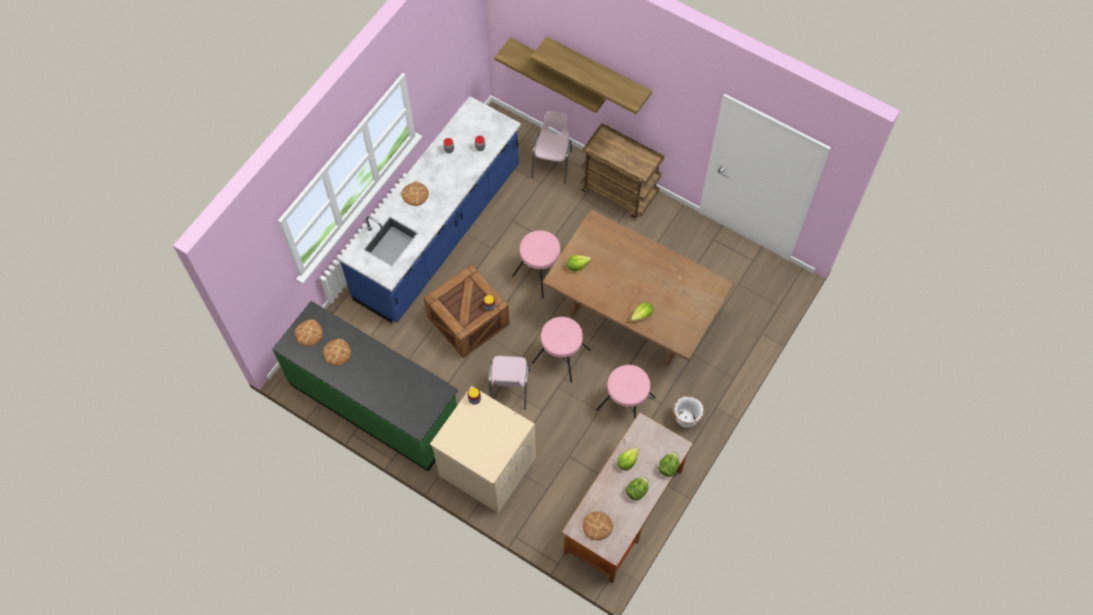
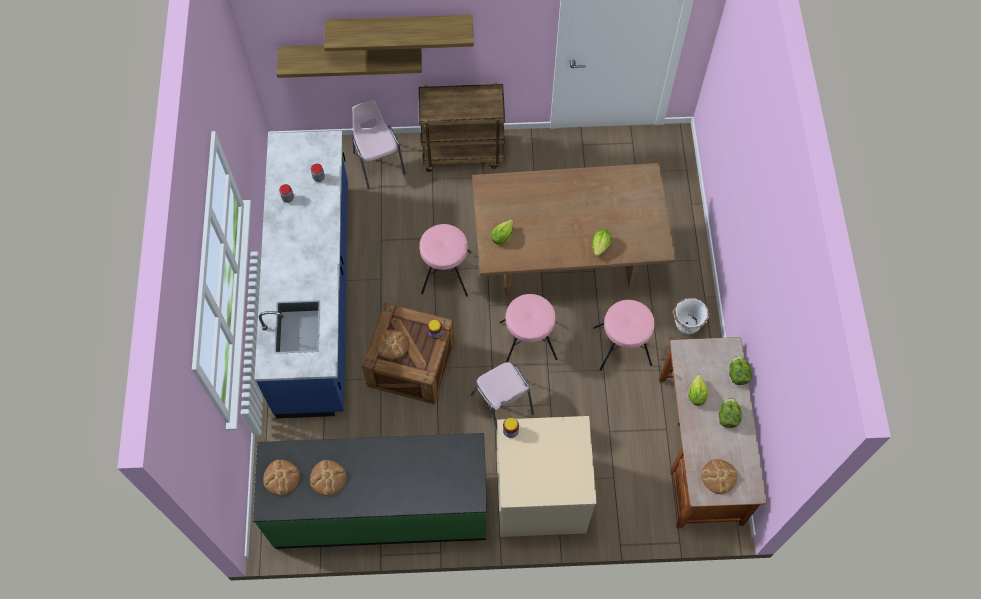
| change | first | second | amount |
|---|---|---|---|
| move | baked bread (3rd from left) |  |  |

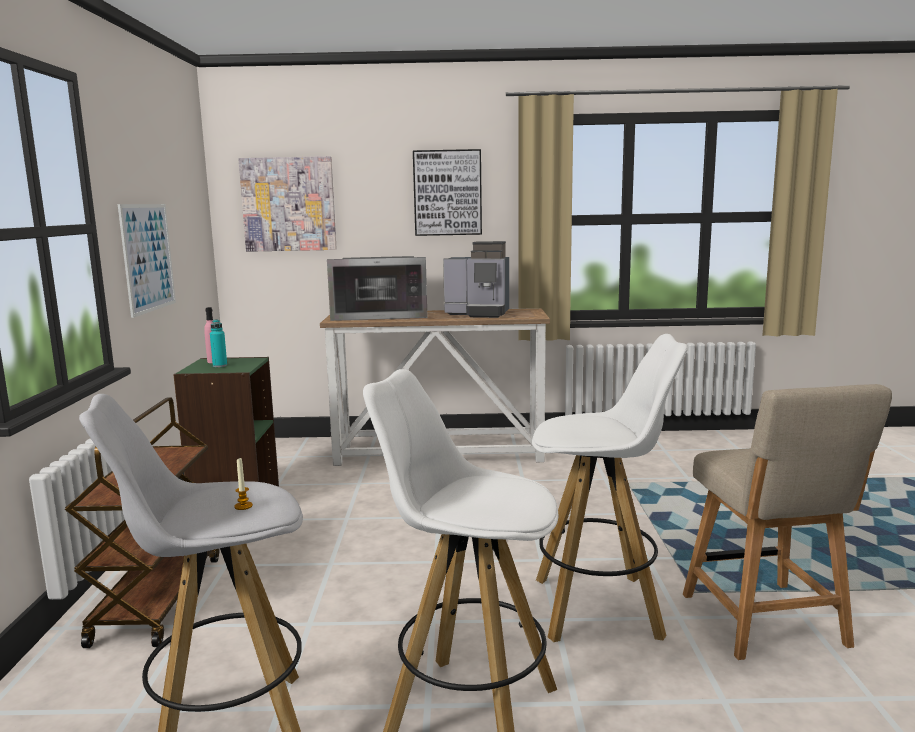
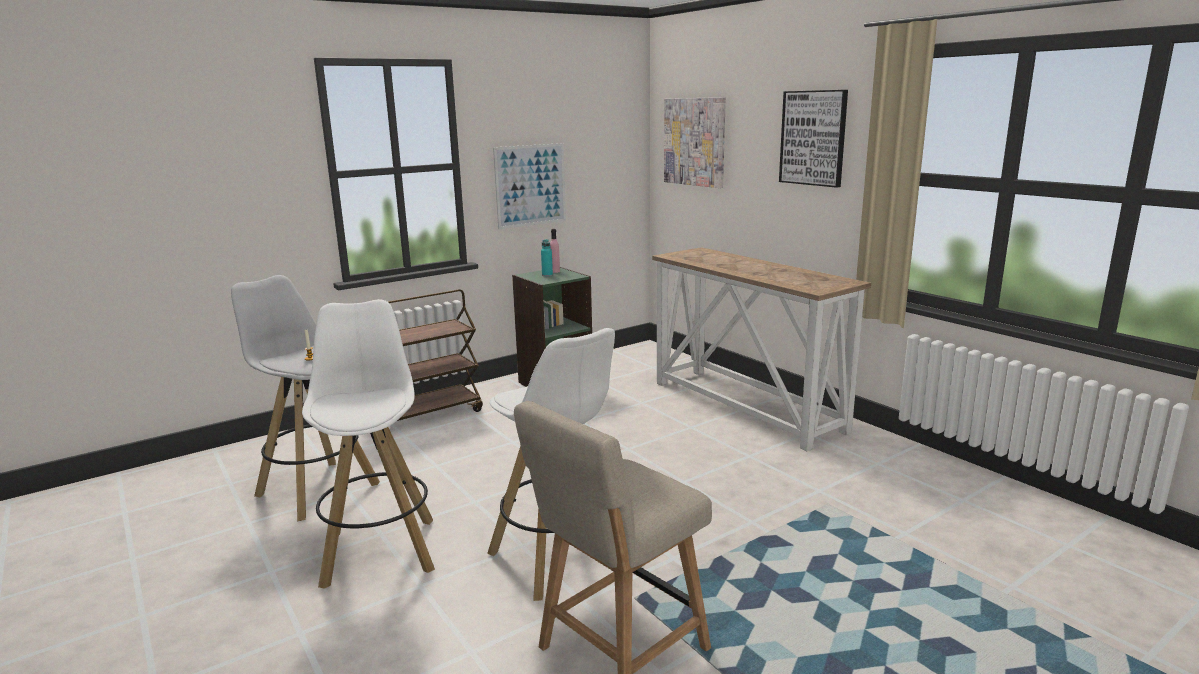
| change | first | second | amount |
|---|---|---|---|
| delete | microwave |  |  |
| delete | coffee machine |  |  |

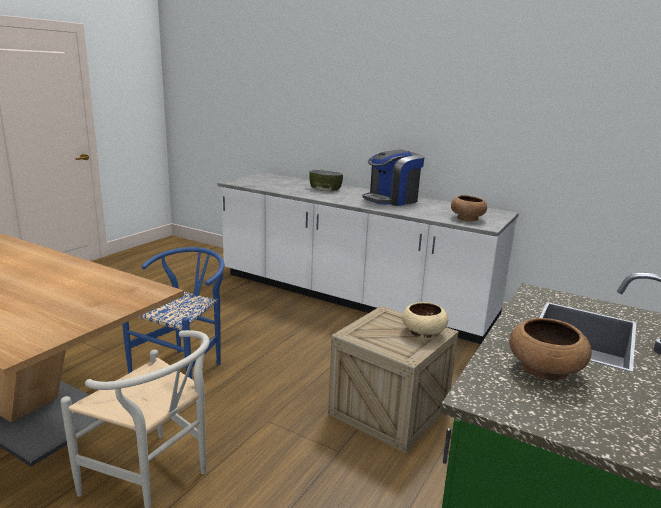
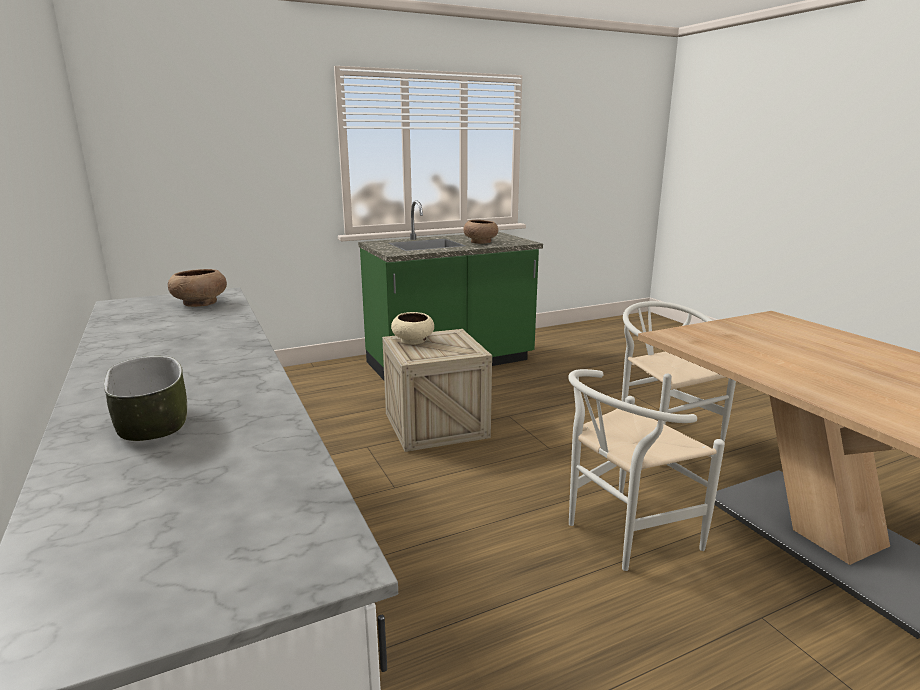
| change | first | second | amount |
|---|---|---|---|
| delete | coffee machine |  |  |
| recolor | chair/blue-coloured | chair/white-coloured (1st from left) |  |

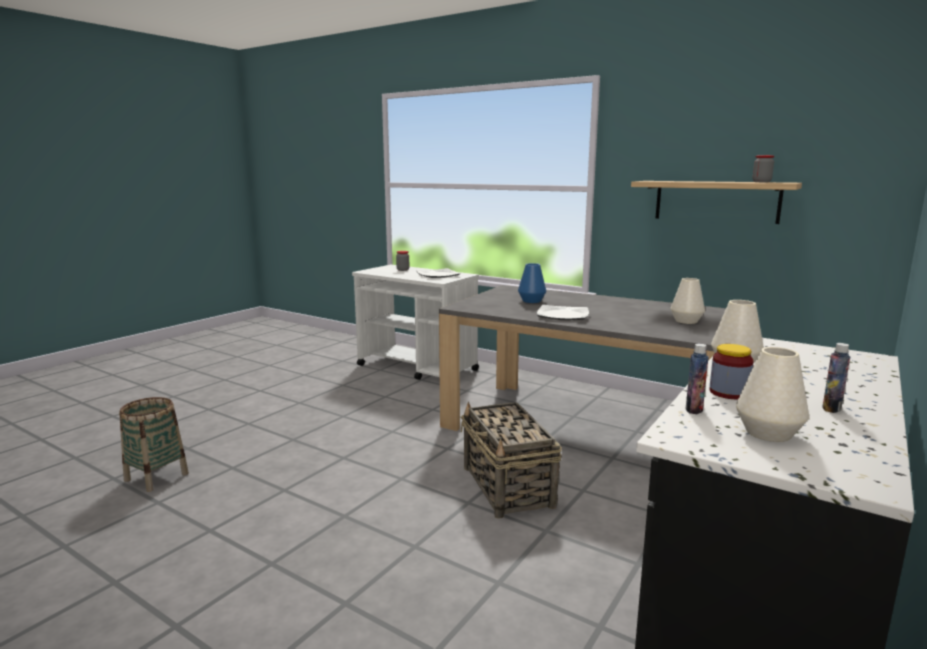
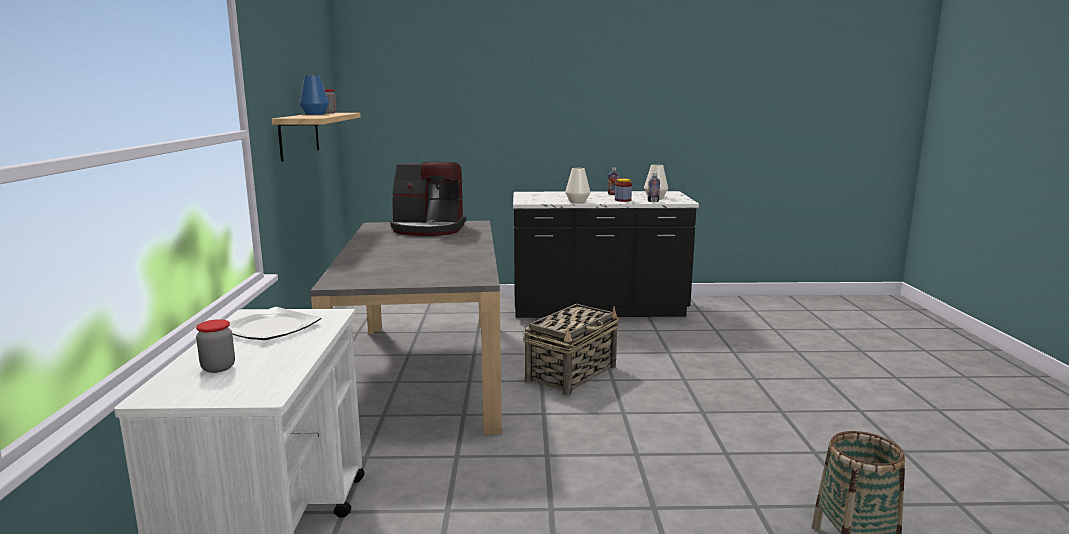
| change | first | second | amount |
|---|---|---|---|
| delete | flat dish (2nd from left) |  |  |
| move | decorative vase/blue-coloured |  |  |
| replace | decorative vase/white-coloured (1st from left) | coffee machine |  |

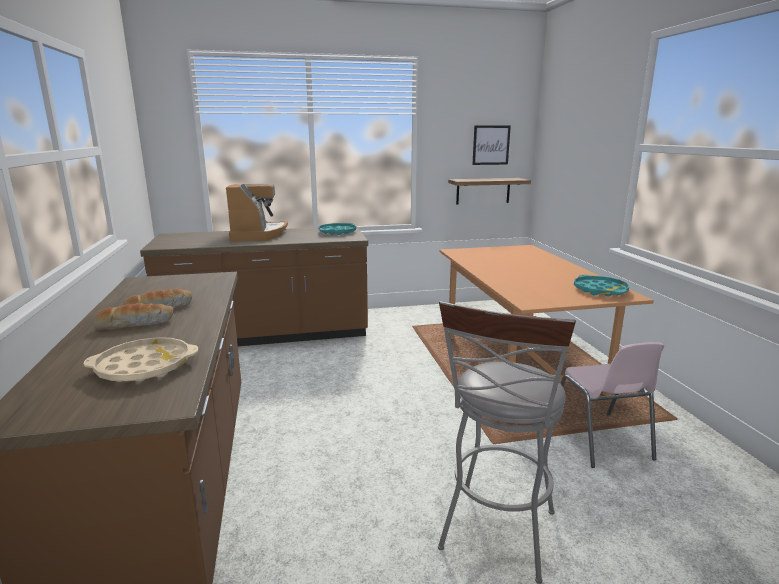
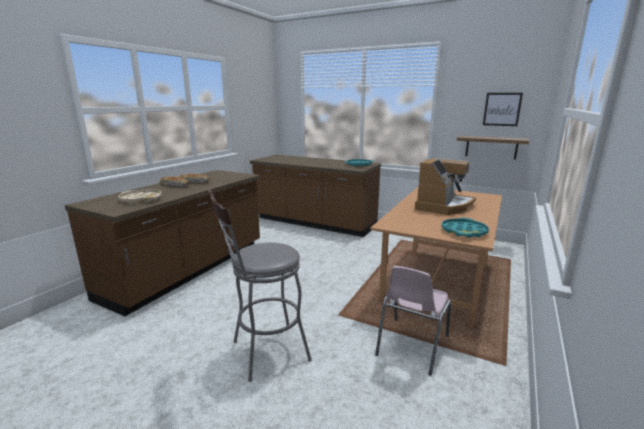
| change | first | second | amount |
|---|---|---|---|
| move | coffee machine |  |  |

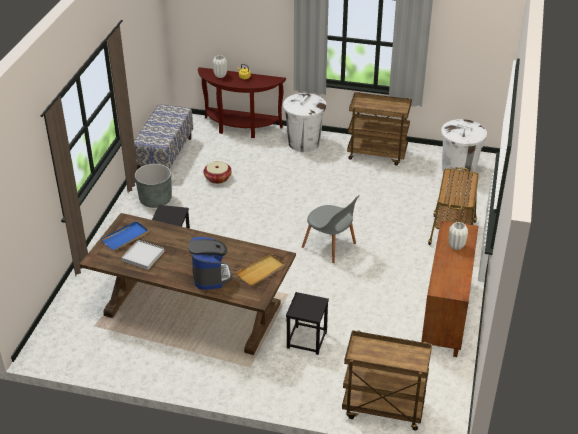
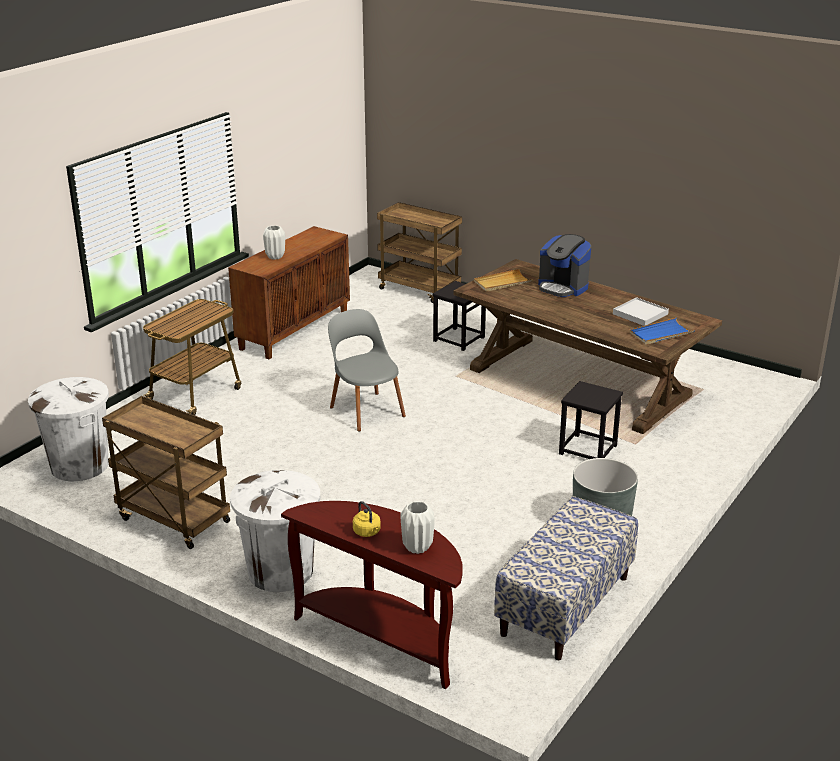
| change | first | second | amount |
|---|---|---|---|
| delete | household basket |  |  |
| rotate | coffee machine |  | 60 degrees counterclockwise |

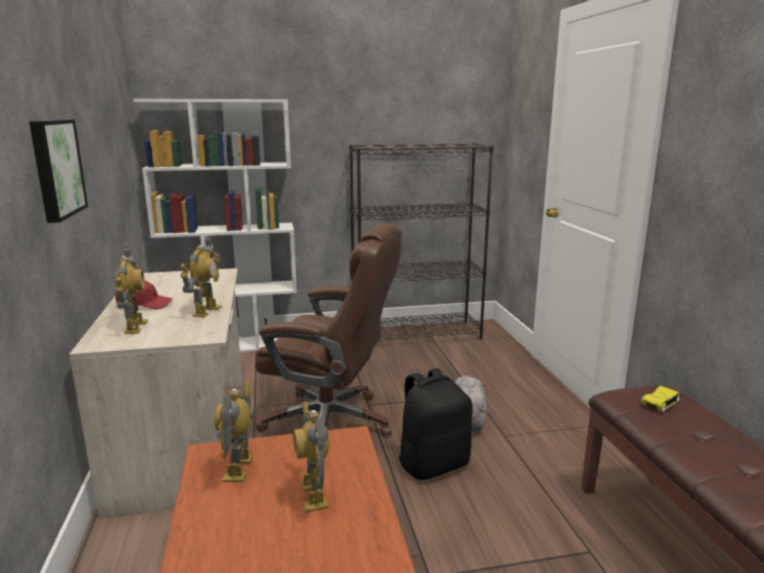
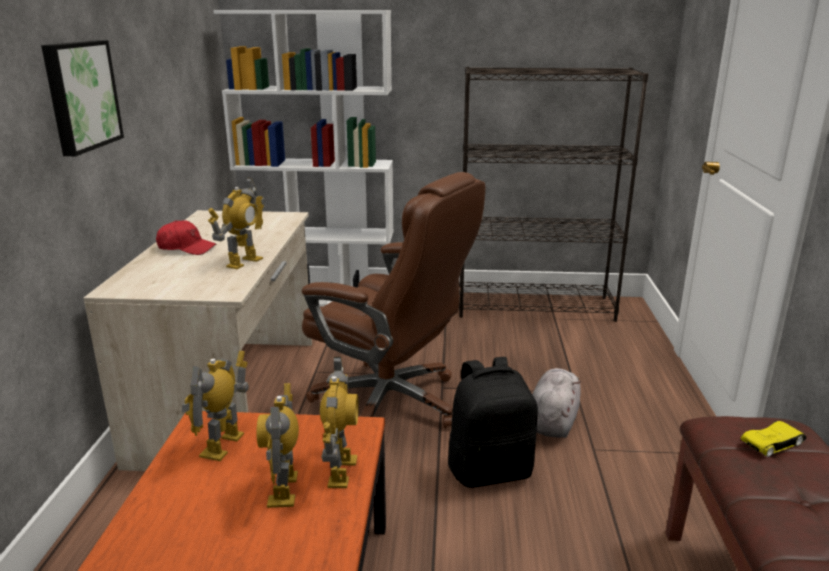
| change | first | second | amount |
|---|---|---|---|
| move | toy robot (1st from left in the first image) | toy robot (4th from left) |  |

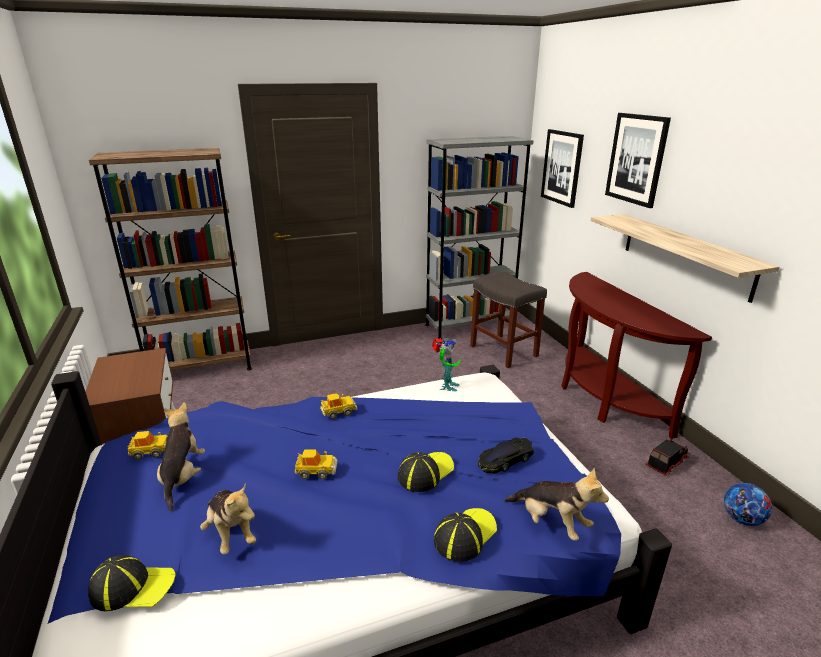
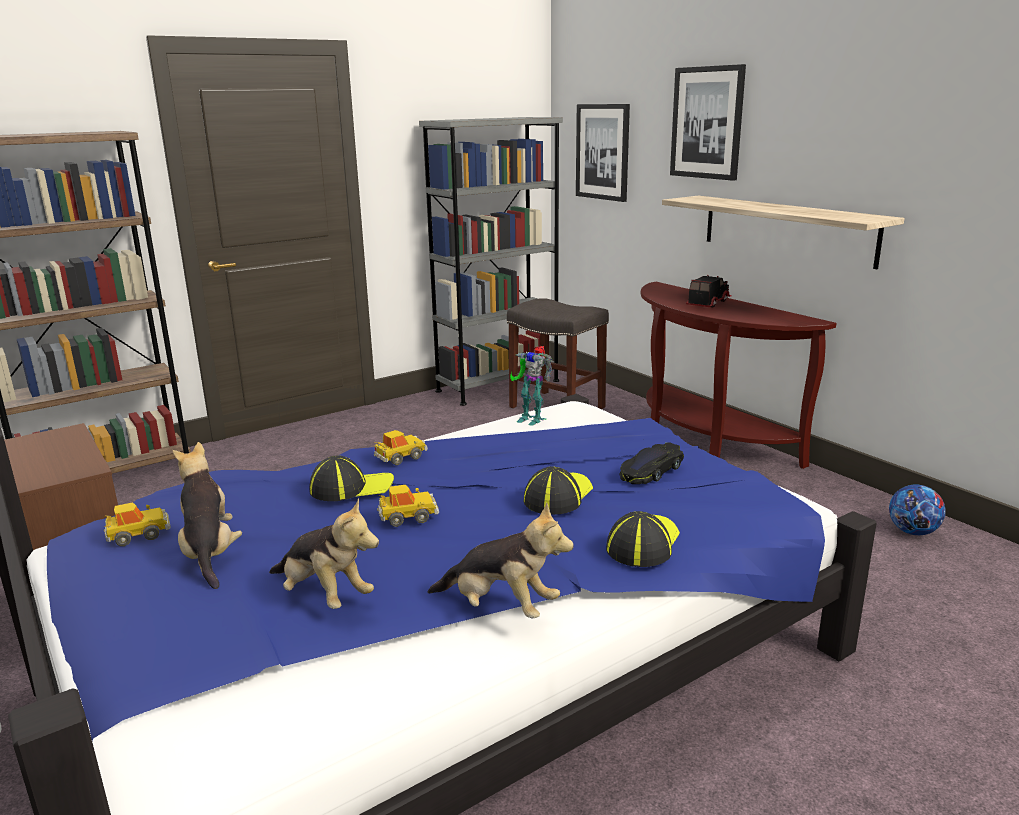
| change | first | second | amount |
|---|---|---|---|
| move | peaked cap (1st from left) |  |  |
| move | plush toy (3rd from left) |  |  |
| move | toy lorry |  |  |
| rotate | toy robot |  | 120 degrees clockwise |

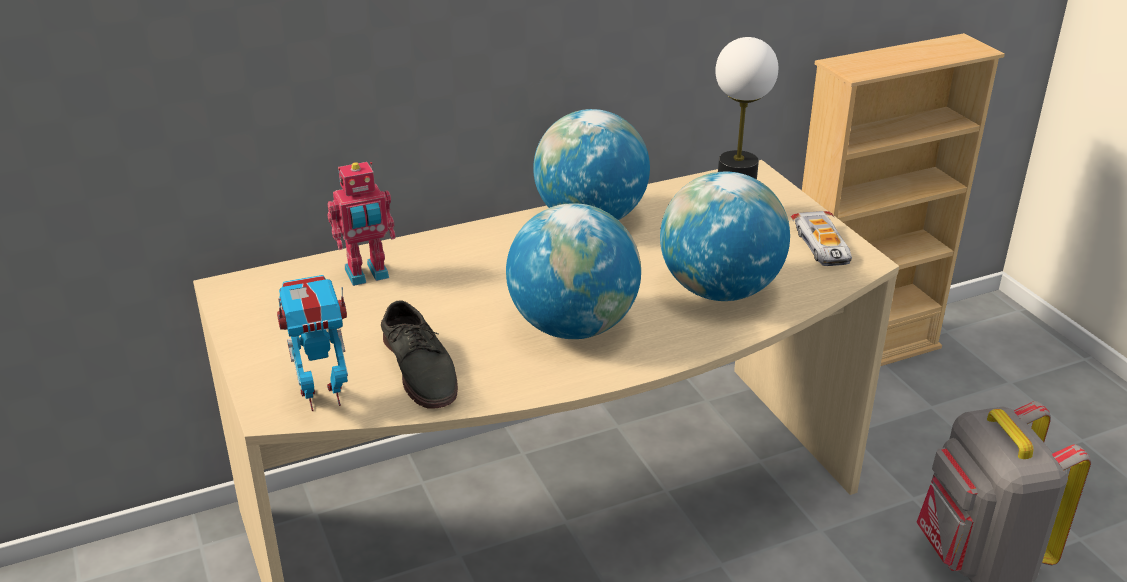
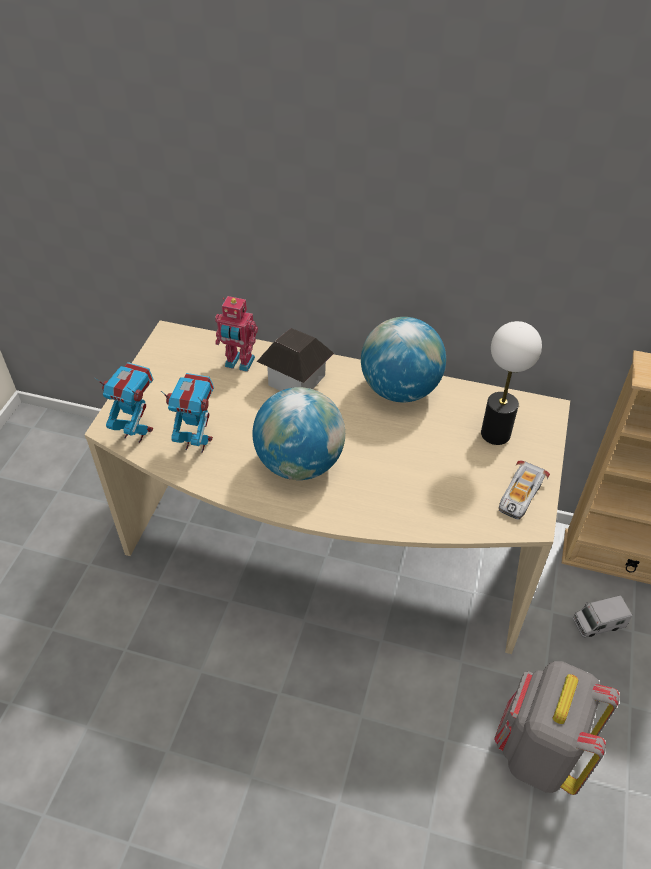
| change | first | second | amount |
|---|---|---|---|
| delete | world globe (3rd from left) |  |  |
| insert |  | model house |  |
| insert |  | toy lorry |  |
| replace | item of footwear/grey | toy robot (2nd from left) |  |

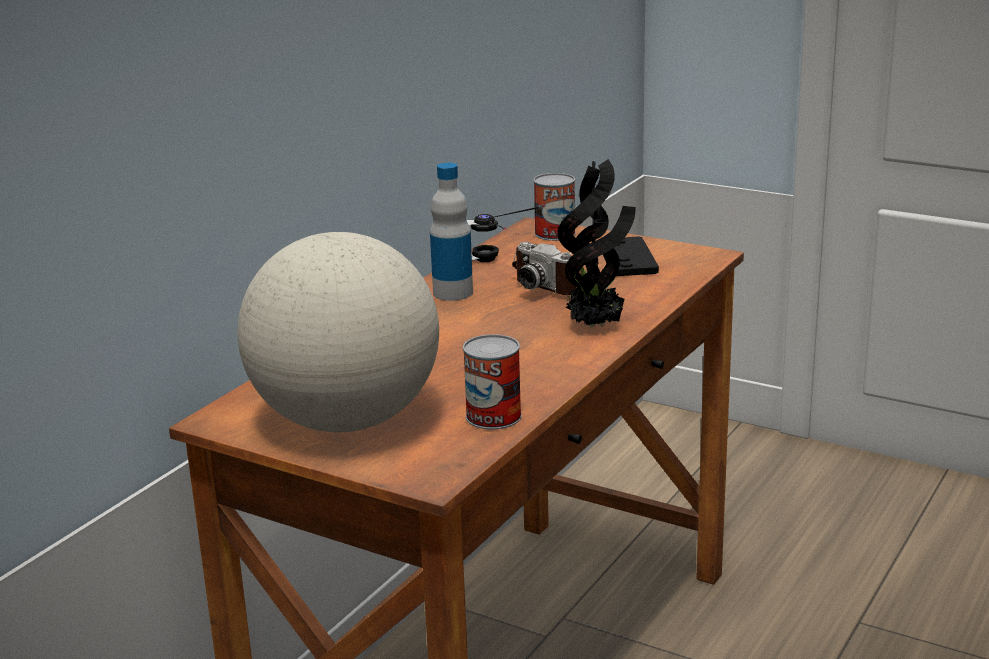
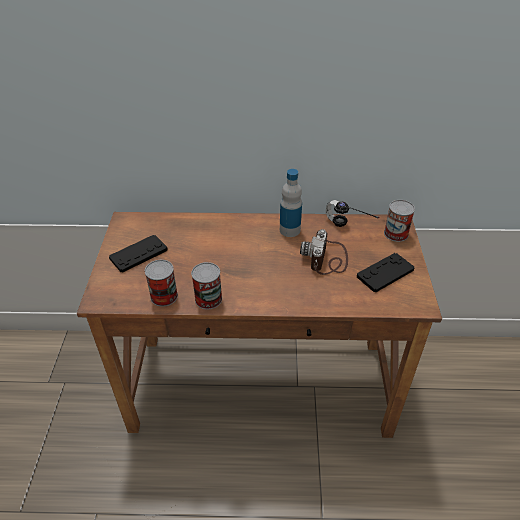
| change | first | second | amount |
|---|---|---|---|
| delete | plant in a pot |  |  |
| insert |  | can (2nd from left) |  |
| replace | world globe | game controller/blackish (1st from left) |  |

